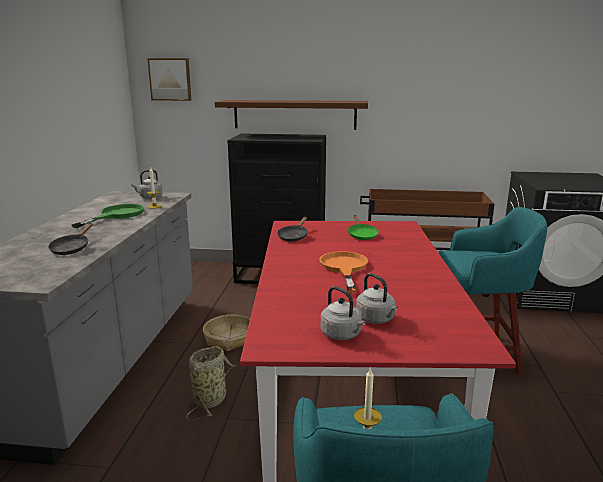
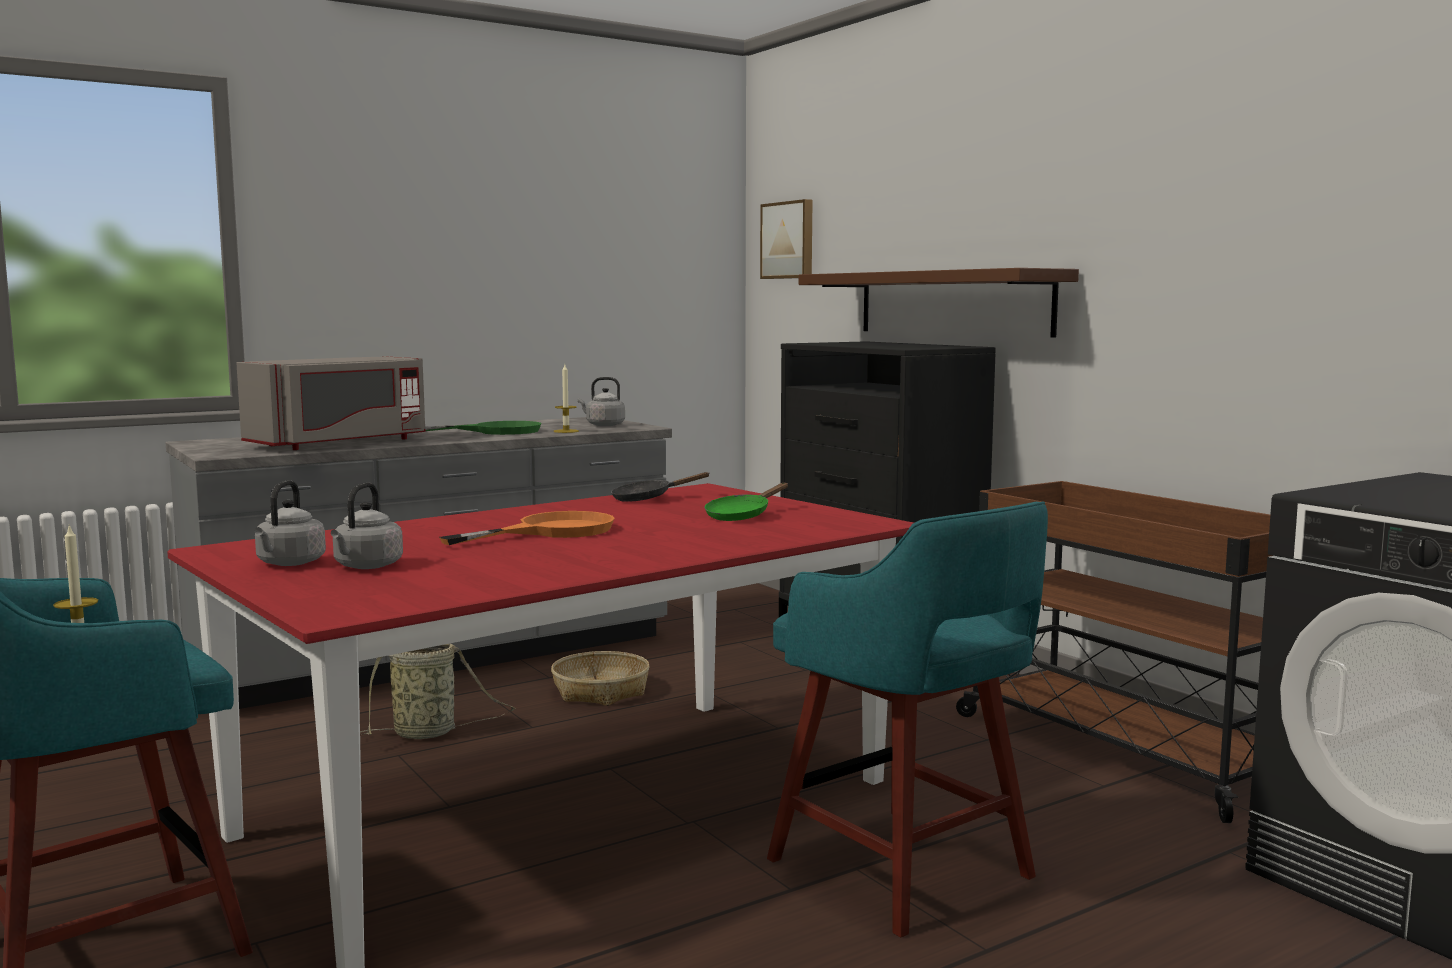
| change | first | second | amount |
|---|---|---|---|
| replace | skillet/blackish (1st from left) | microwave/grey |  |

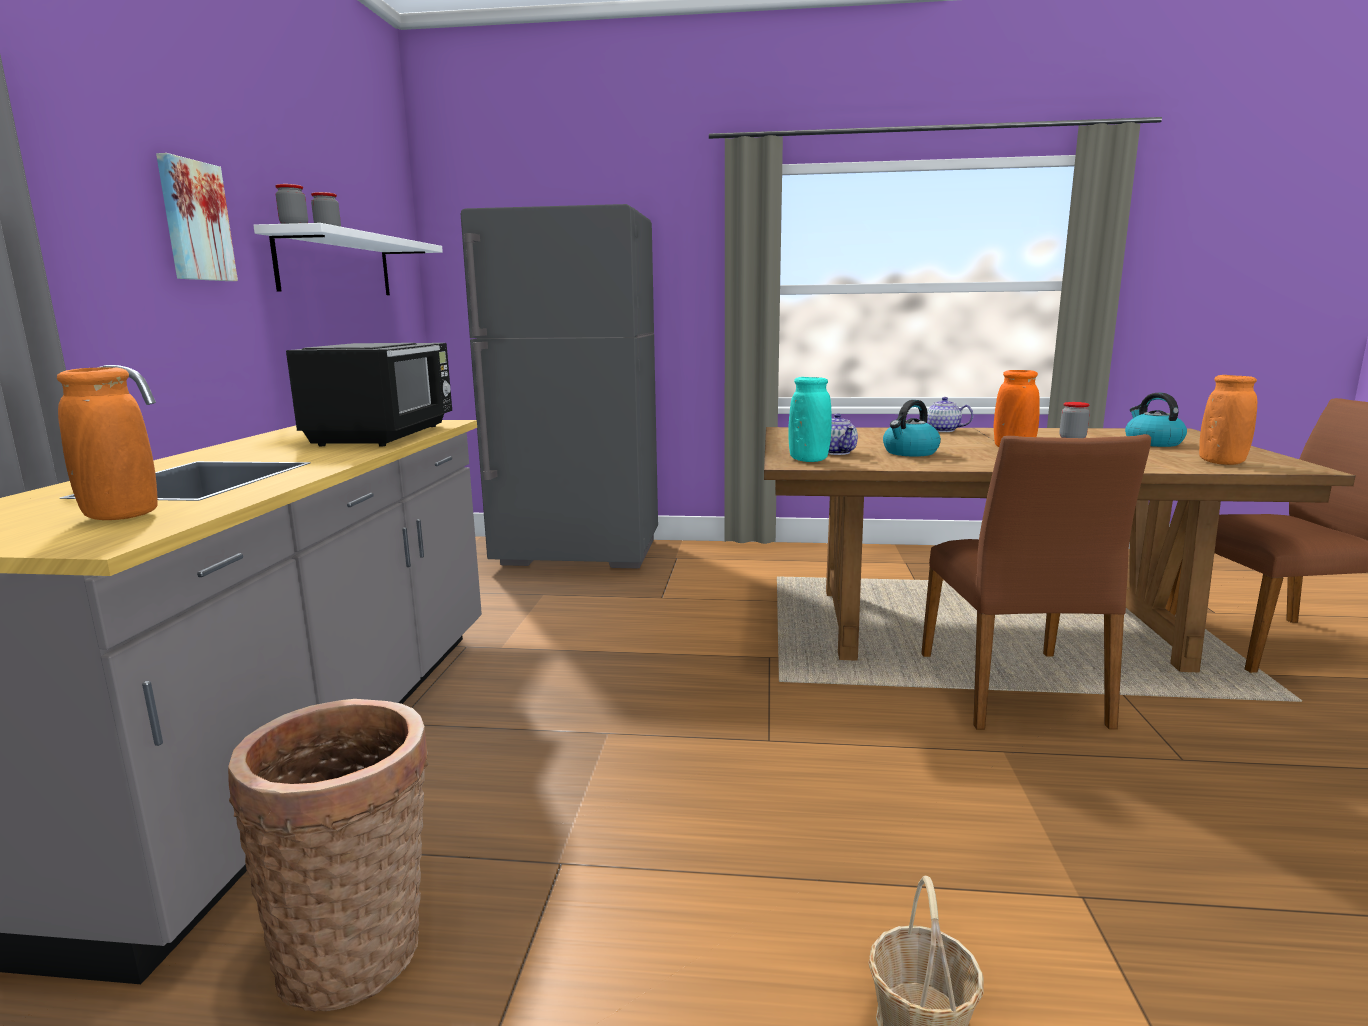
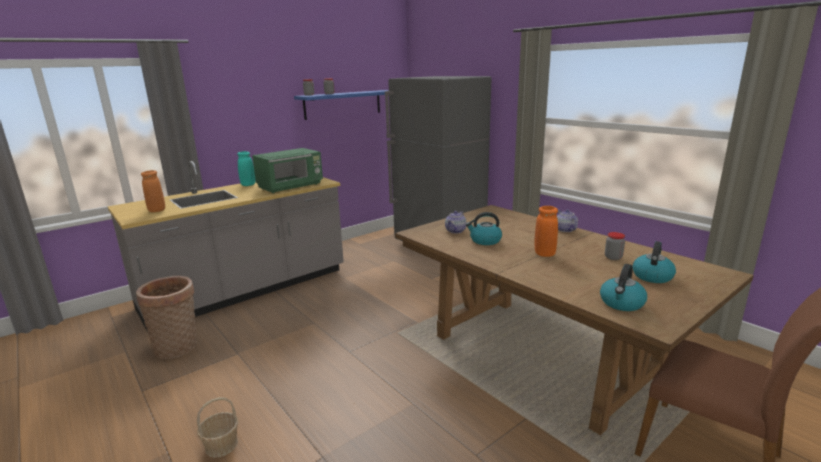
| change | first | second | amount |
|---|---|---|---|
| delete | picture |  |  |
| delete | chair/brownish (1st from left) |  |  |
| move | decorative vase/blue-green |  |  |
| replace | decorative vase/orange (3rd from left) | tea kettle (2nd from left) |  |
| recolor | shelf/white-coloured | shelf/blue-coloured |  |
| recolor | microwave/blackish | microwave/greenish |  |

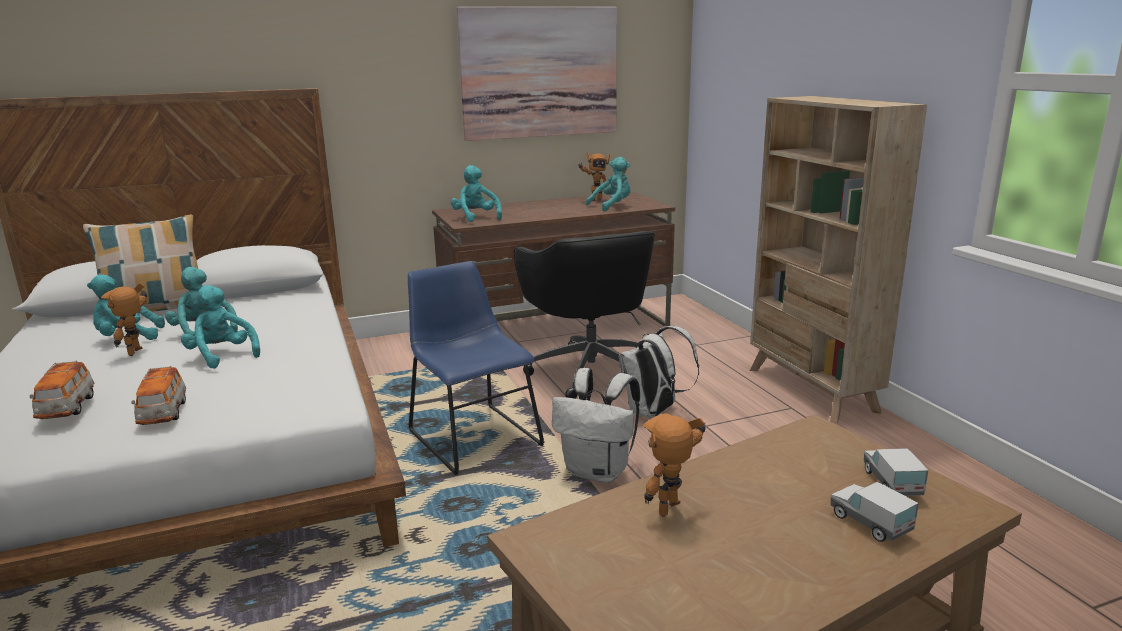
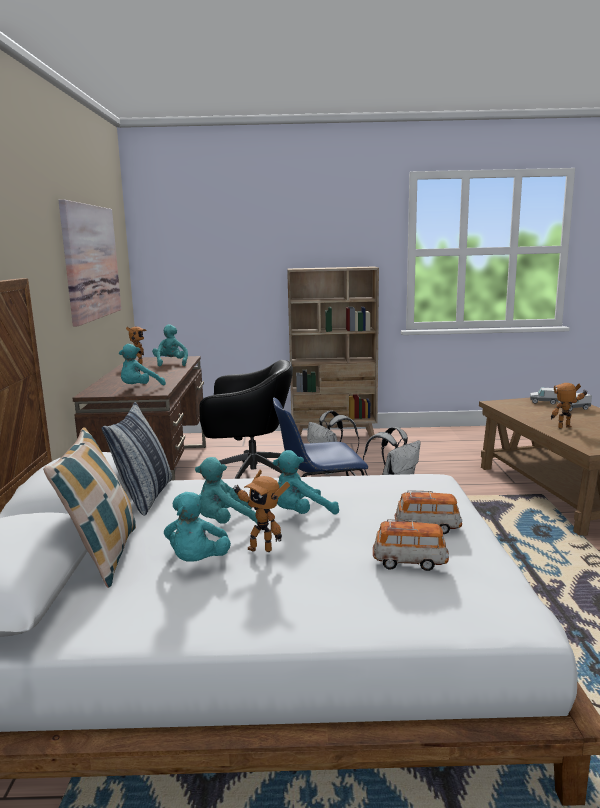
| change | first | second | amount |
|---|---|---|---|
| insert |  | cushion (2nd from left) |  |
| rotate | plush toy/blue-green (4th from left in the first image) | plush toy/blue-green (1st from left) | 45 degrees counterclockwise |
| rotate | toy robot (3rd from left) |  | 105 degrees clockwise |

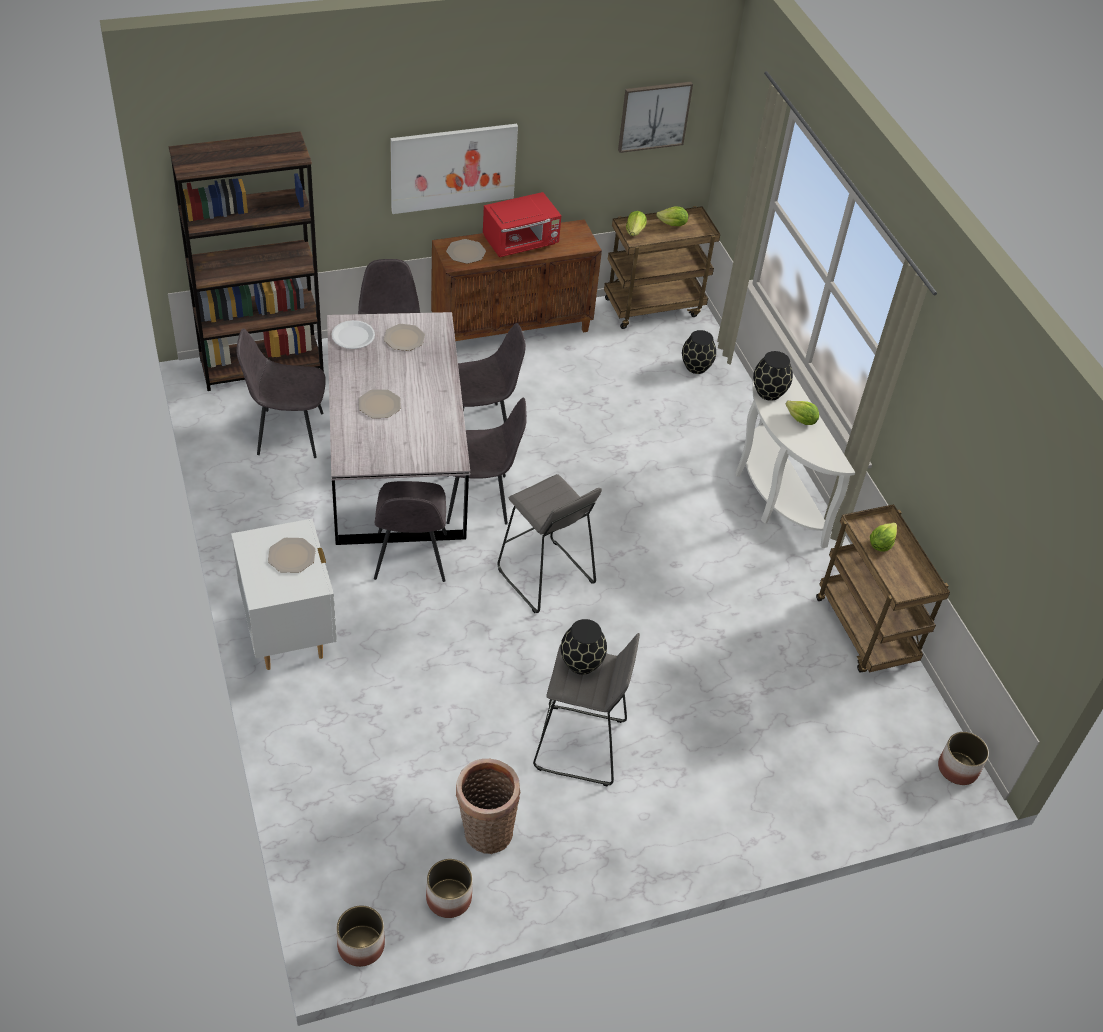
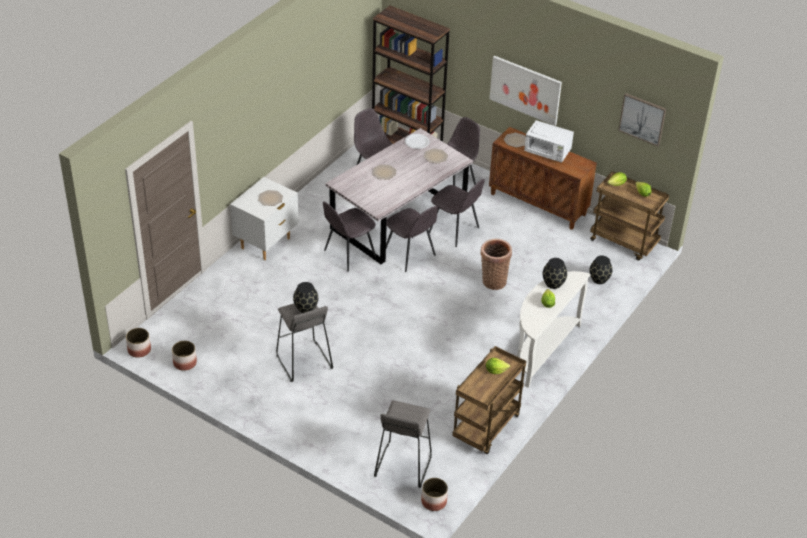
| change | first | second | amount |
|---|---|---|---|
| move | household basket |  |  |
| move | sitting stool/grey (1st from left in the first image) | sitting stool/grey (2nd from left) |  |
| recolor | microwave/red | microwave/white-coloured |  |

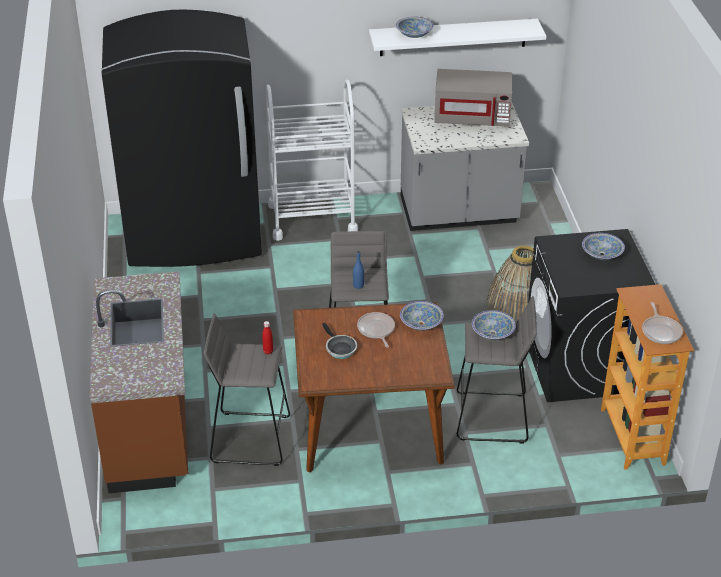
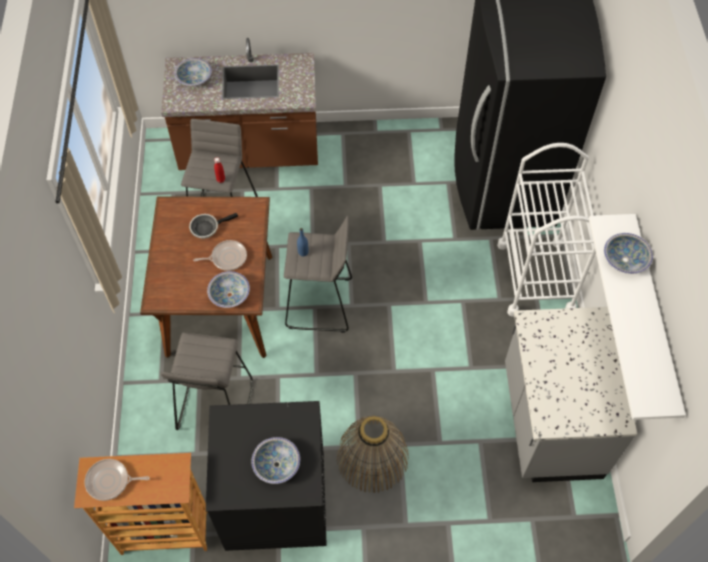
| change | first | second | amount |
|---|---|---|---|
| delete | microwave/grey |  |  |
| move | bowl (3rd from left in the first image) | bowl (1st from left) |  |

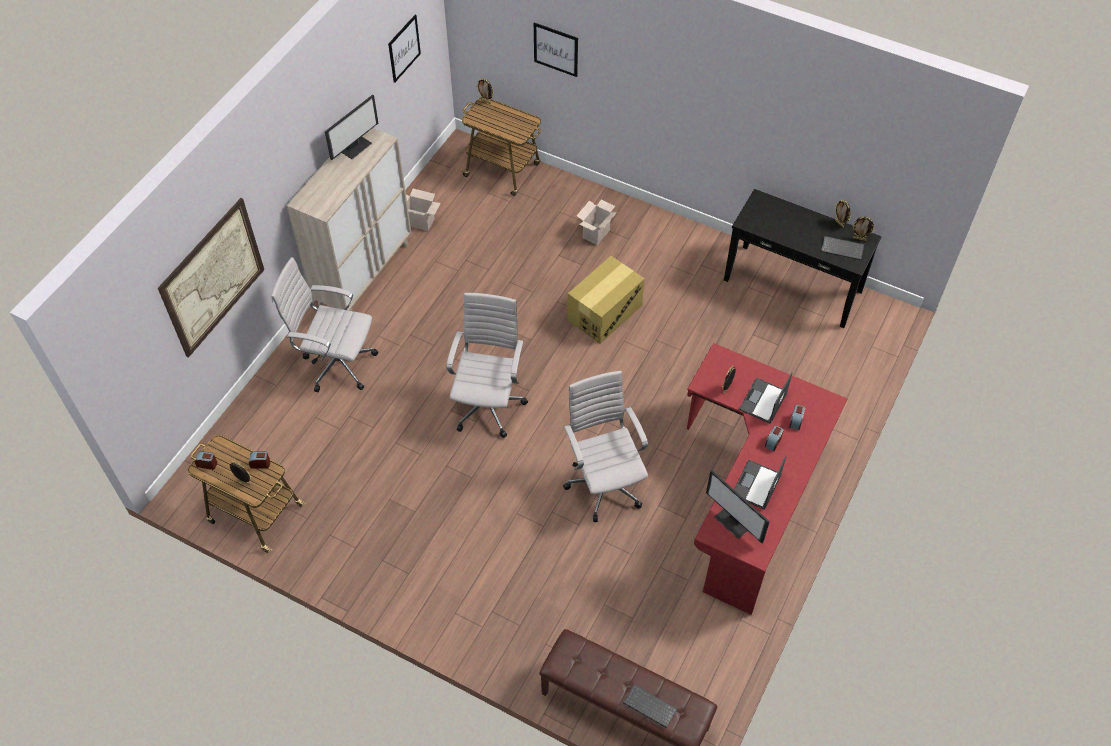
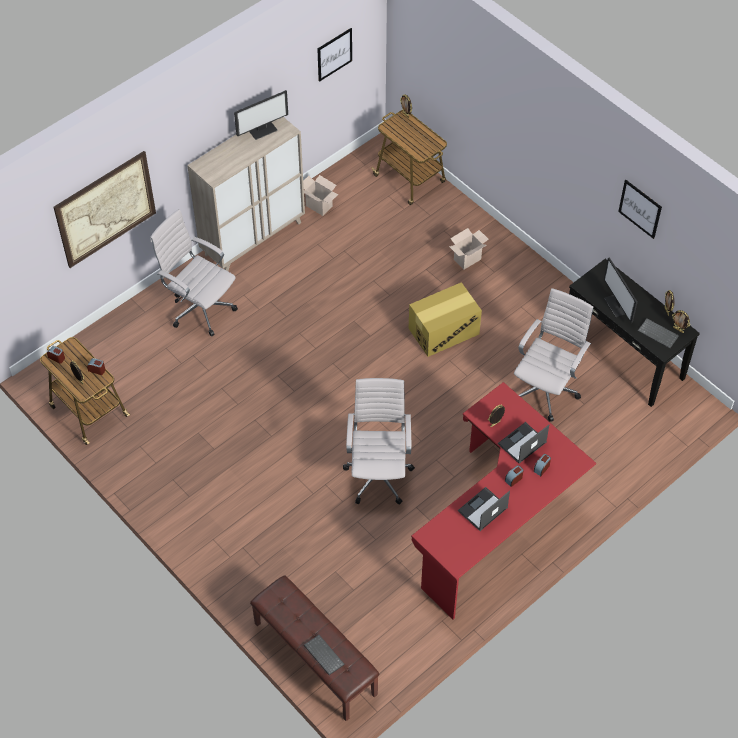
| change | first | second | amount |
|---|---|---|---|
| move | desk chair/white-coloured (2nd from left in the first image) | desk chair/white-coloured (3rd from left) |  |
| move | picture (3rd from left) |  |  |
| move | computer display (2nd from left) |  |  |

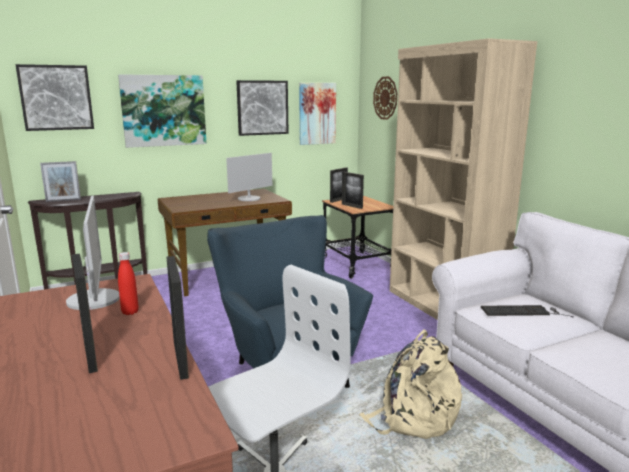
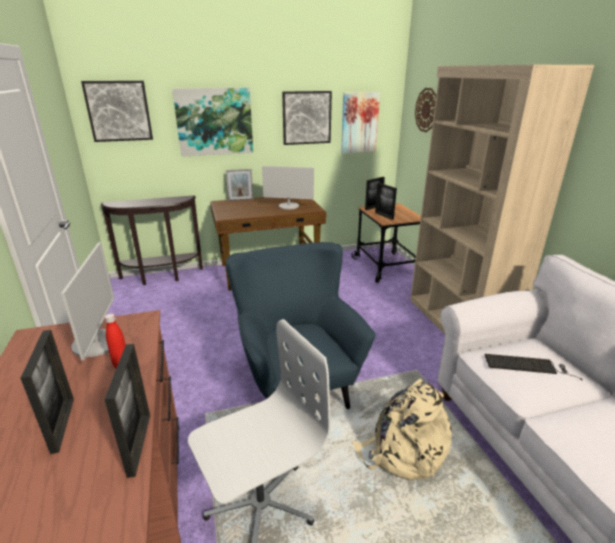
| change | first | second | amount |
|---|---|---|---|
| move | photo frame (1st from left in the first image) | photo frame (3rd from left) |  |
| rotate | computer display (2nd from left) |  | 45 degrees clockwise |

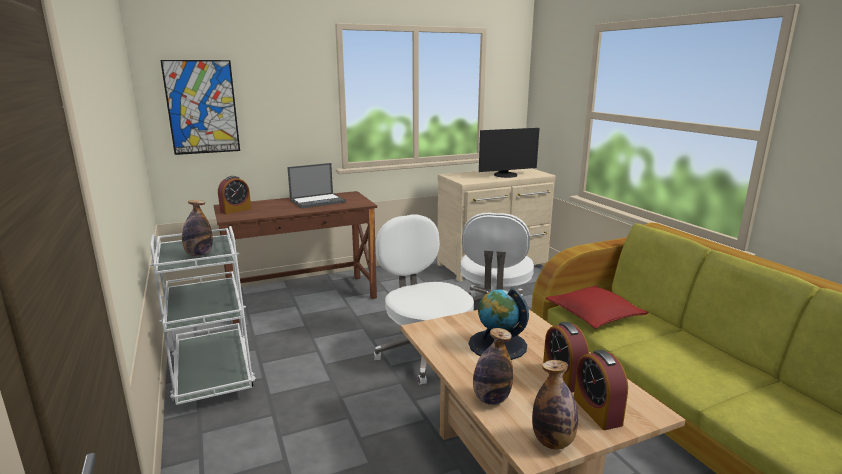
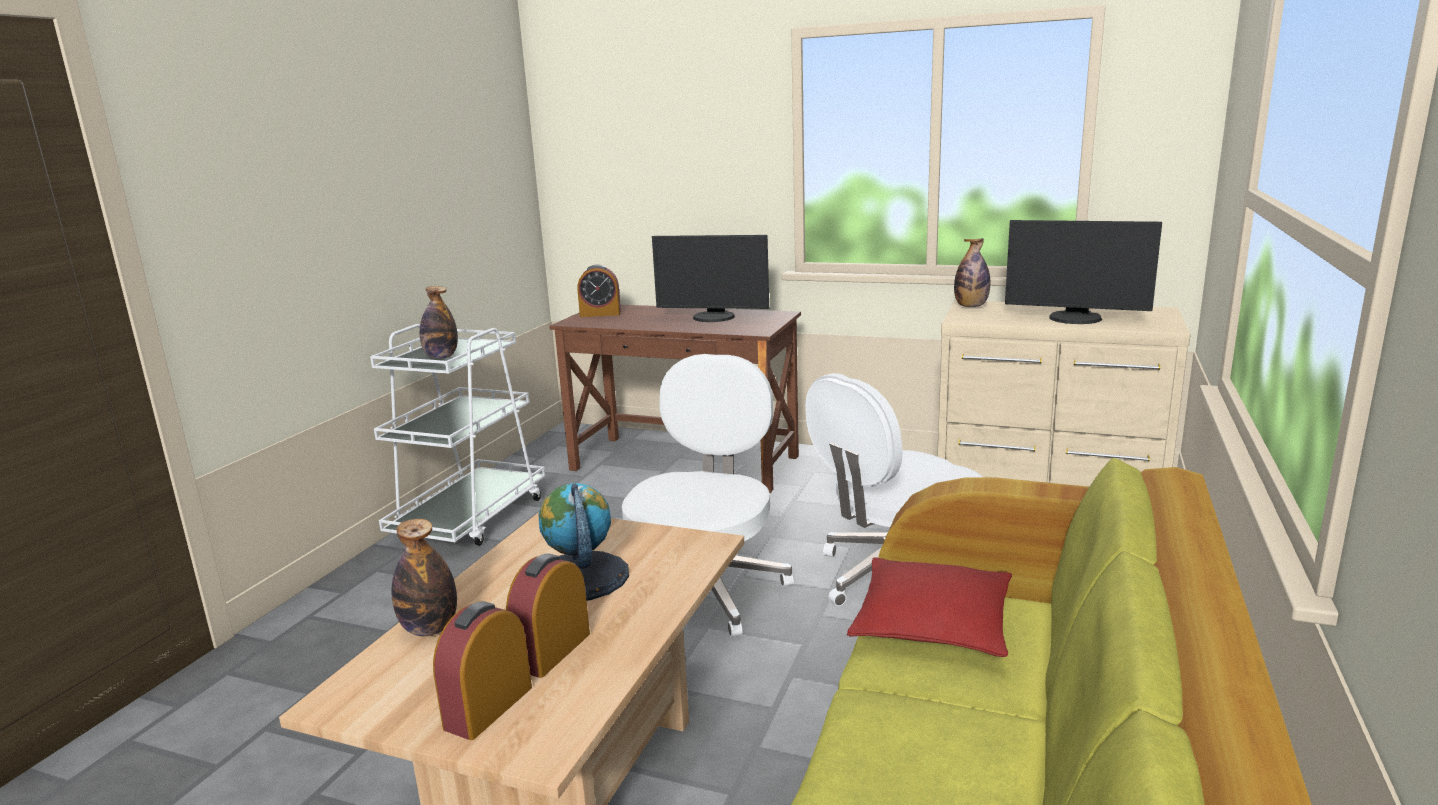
| change | first | second | amount |
|---|---|---|---|
| delete | picture |  |  |
| move | bottle (3rd from left) |  |  |
| replace | laptop | computer display (1st from left) |  |

